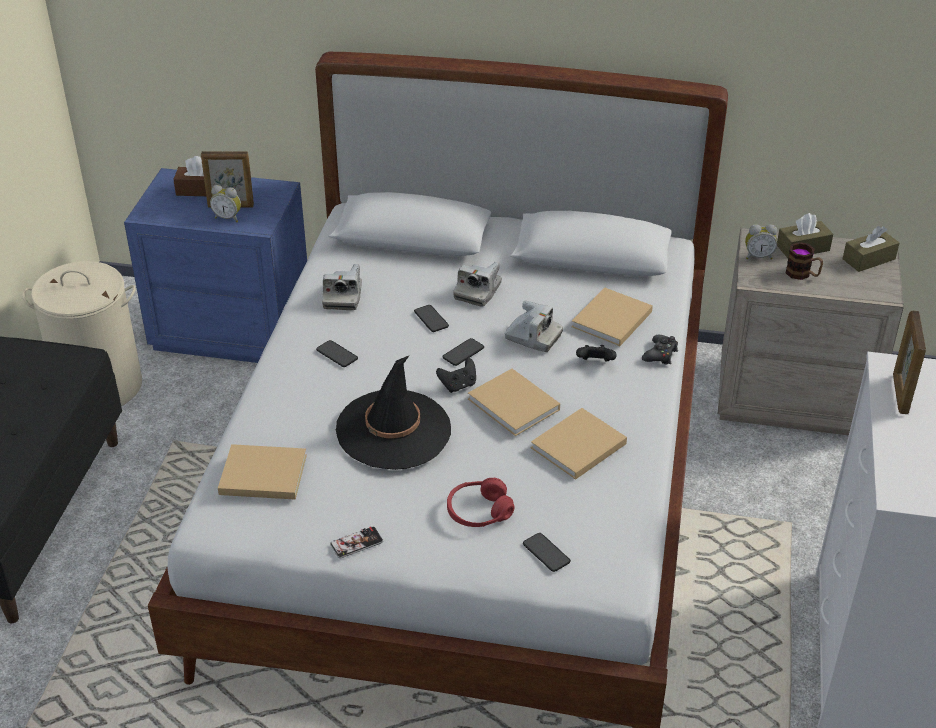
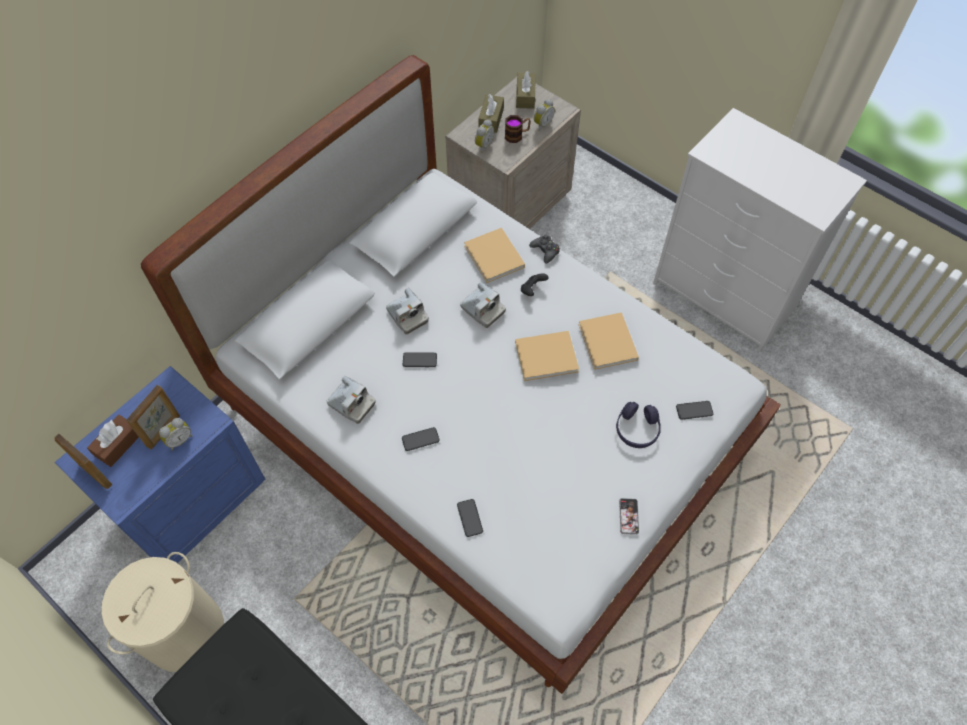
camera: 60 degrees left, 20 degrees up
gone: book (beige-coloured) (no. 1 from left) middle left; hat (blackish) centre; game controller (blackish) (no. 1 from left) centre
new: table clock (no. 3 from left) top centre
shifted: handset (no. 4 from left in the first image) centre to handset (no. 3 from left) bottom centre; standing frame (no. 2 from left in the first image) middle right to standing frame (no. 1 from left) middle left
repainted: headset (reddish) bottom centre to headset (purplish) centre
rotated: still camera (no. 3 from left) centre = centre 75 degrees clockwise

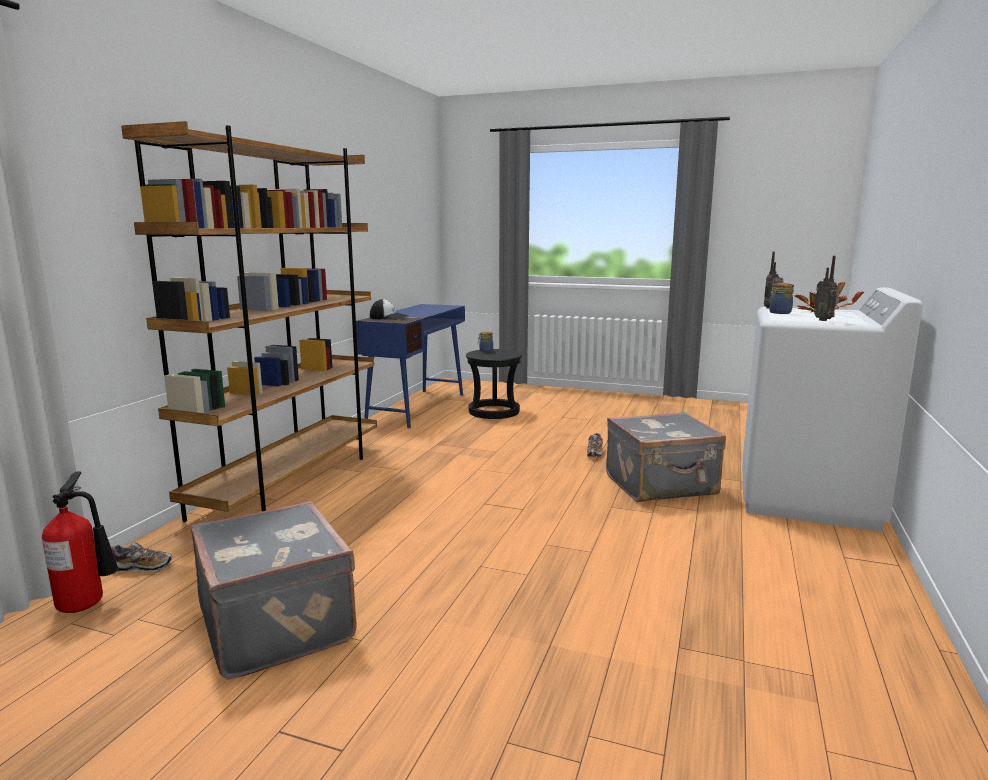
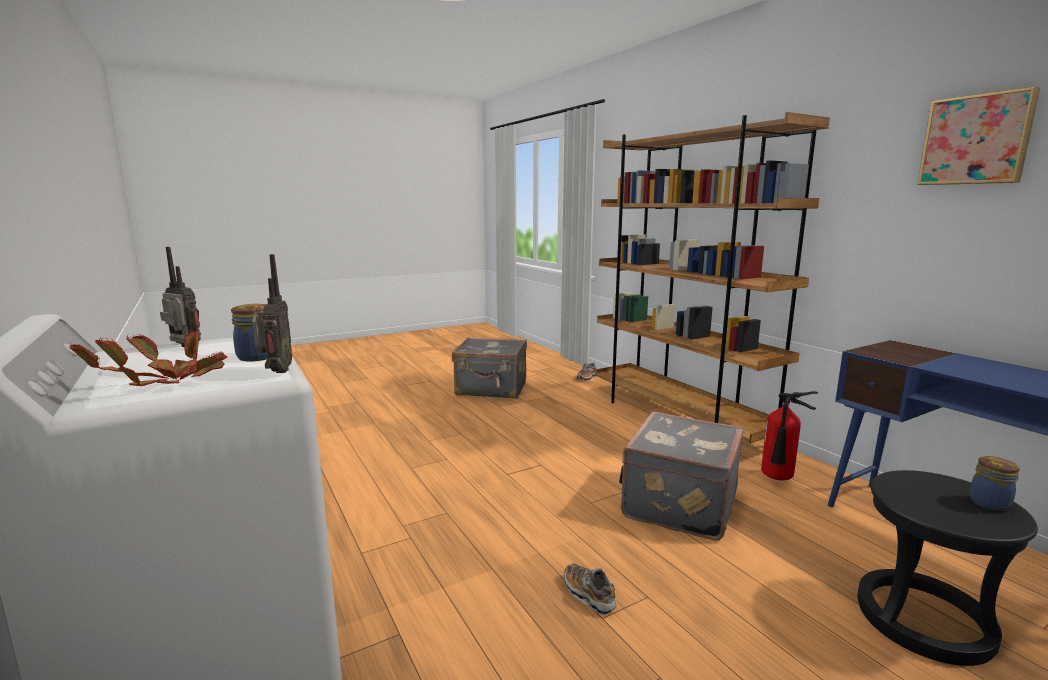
camera: 130 degrees right, 0 degrees up
gone: baseball cap centre
new: wall art top right
shifted: fire extinguisher bottom left to middle right; travel case (gray) (no. 2 from left) middle right to bottom centre

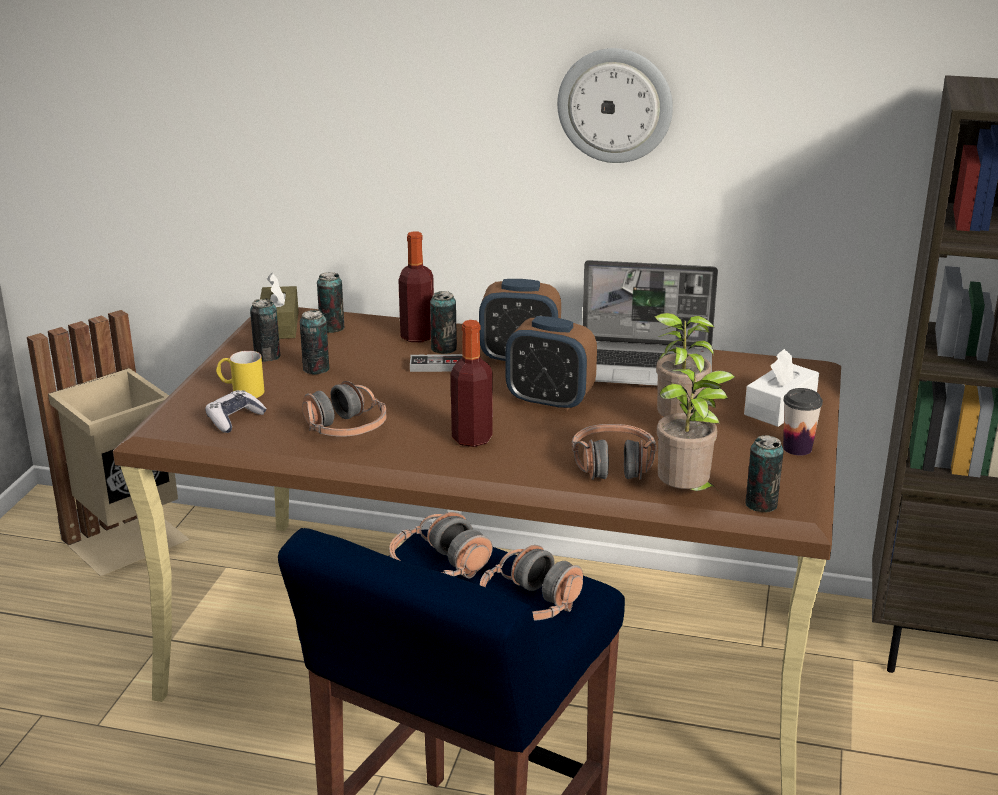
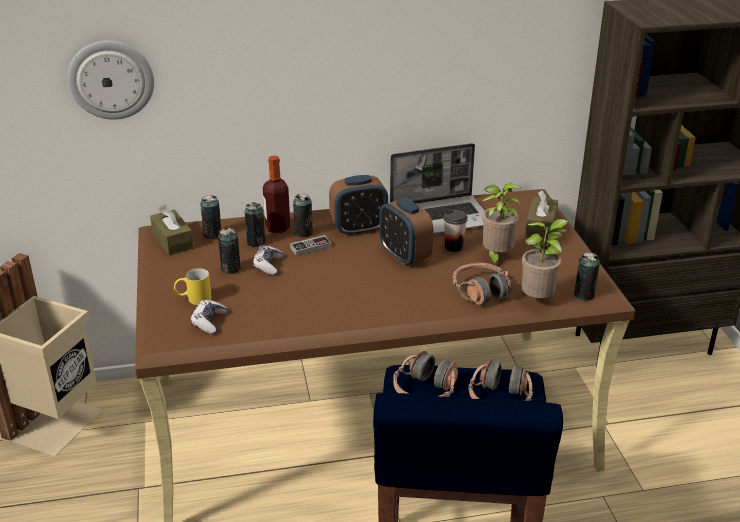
camera: 25 degrees left, 5 degrees up
gone: headset (no. 1 from left) centre; bottle (no. 2 from left) centre
new: game controller (no. 2 from left) centre
shifted: sealed can (no. 1 from left in the first image) middle left to sealed can (no. 3 from left) centre; wall clock top centre to top left; drinking cup middle right to centre
repainted: box of tissues (whitish) middle right to box of tissues (brown) (no. 2 from left) middle right
rotated: table clock (no. 2 from left) centre = centre 60 degrees clockwise

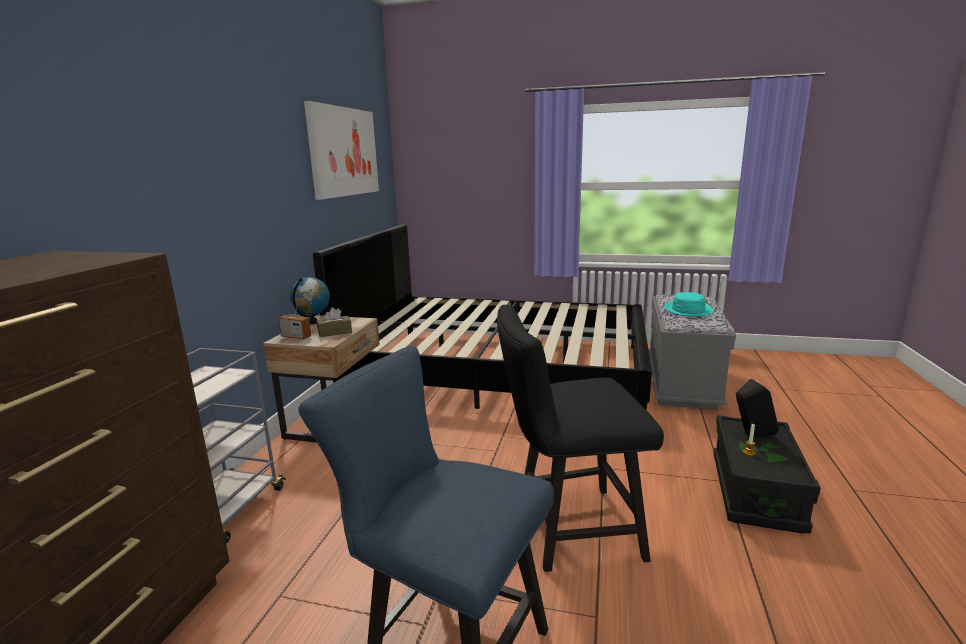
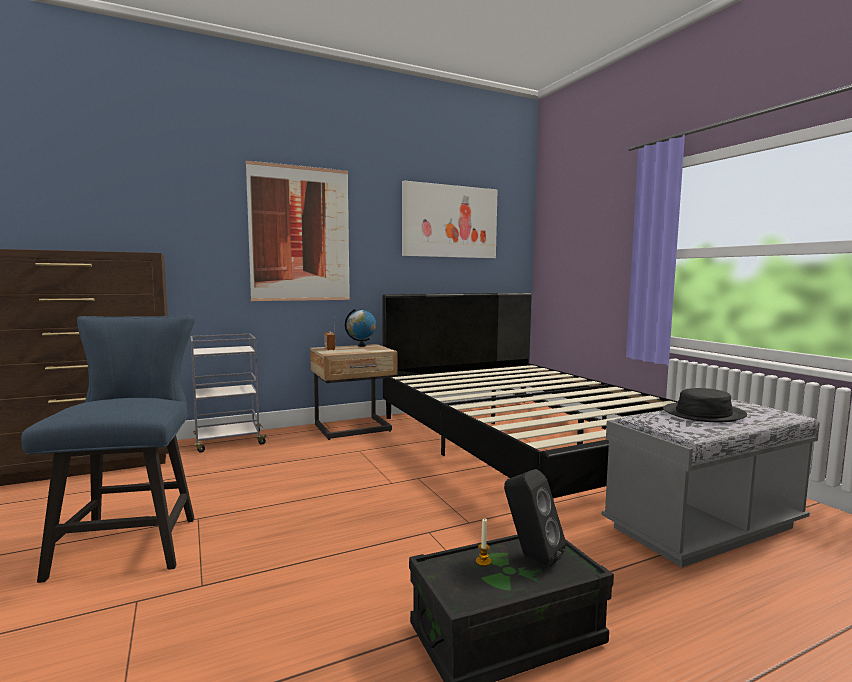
camera: 50 degrees right, 10 degrees down
gone: box of tissues (brown) centre; plain chair (blackish) bottom centre
new: wall art (no. 1 from left) centre
repainted: hat (turquoise) middle right to hat (blackish) middle right

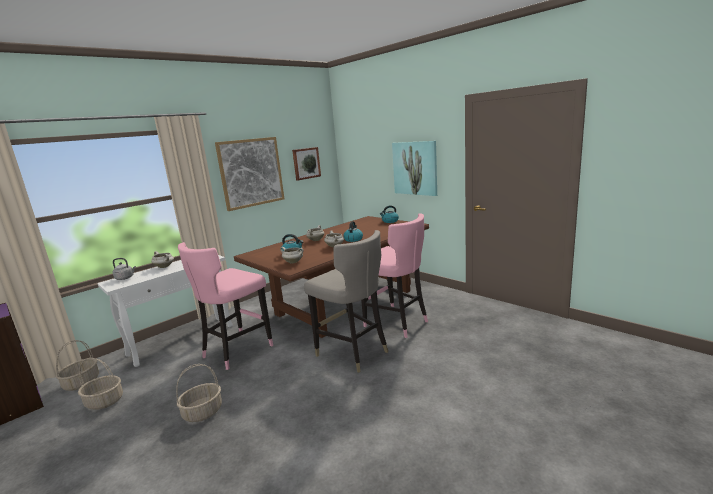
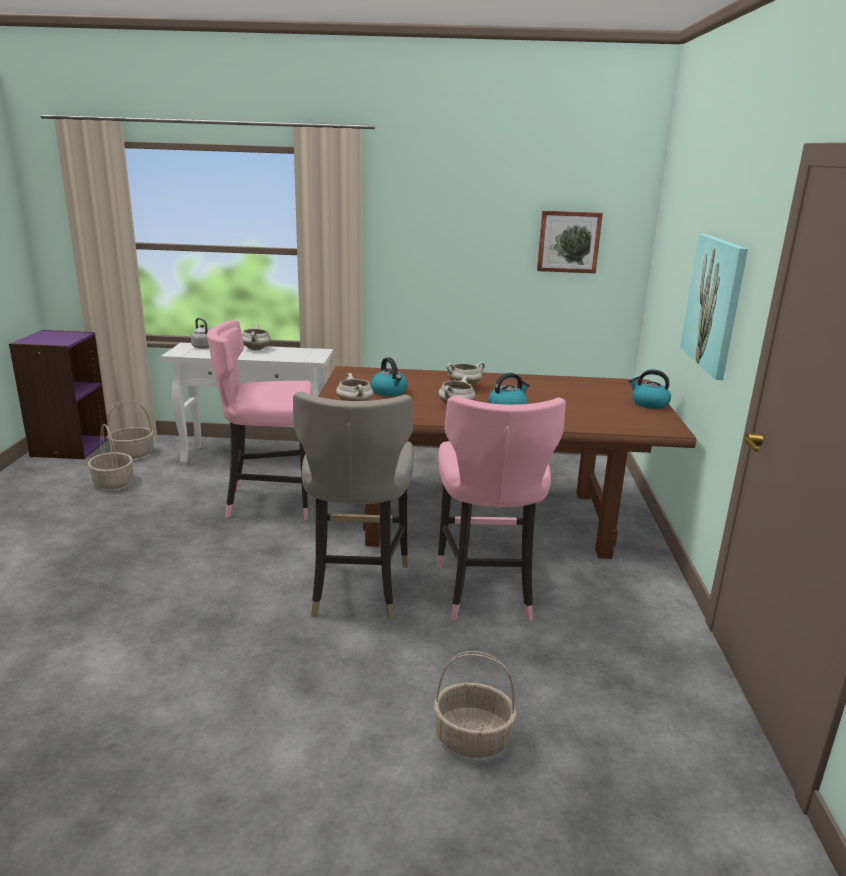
camera: 45 degrees right, 5 degrees up
gone: wall art (no. 1 from left) centre
shifted: basket (no. 3 from left) bottom left to bottom centre

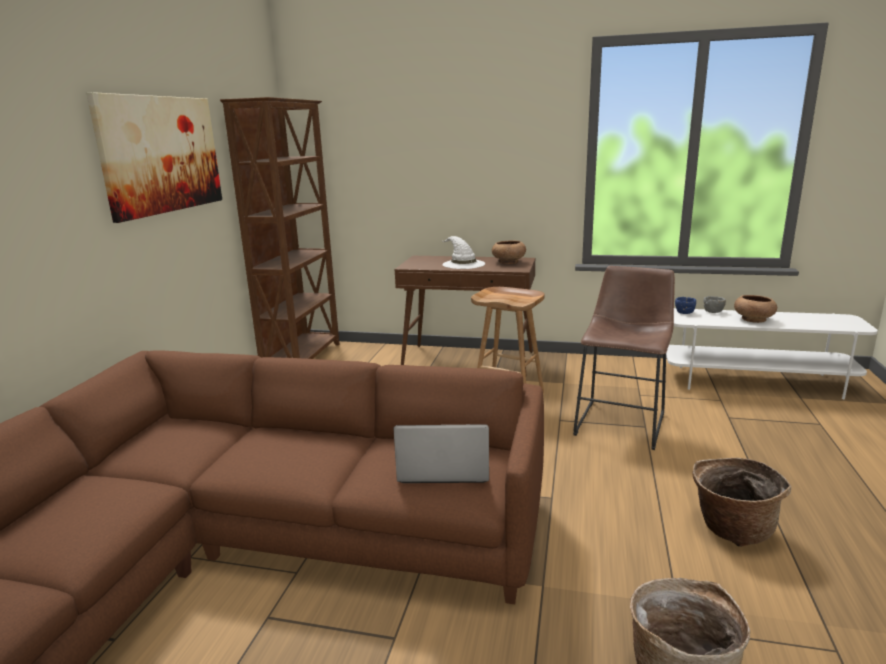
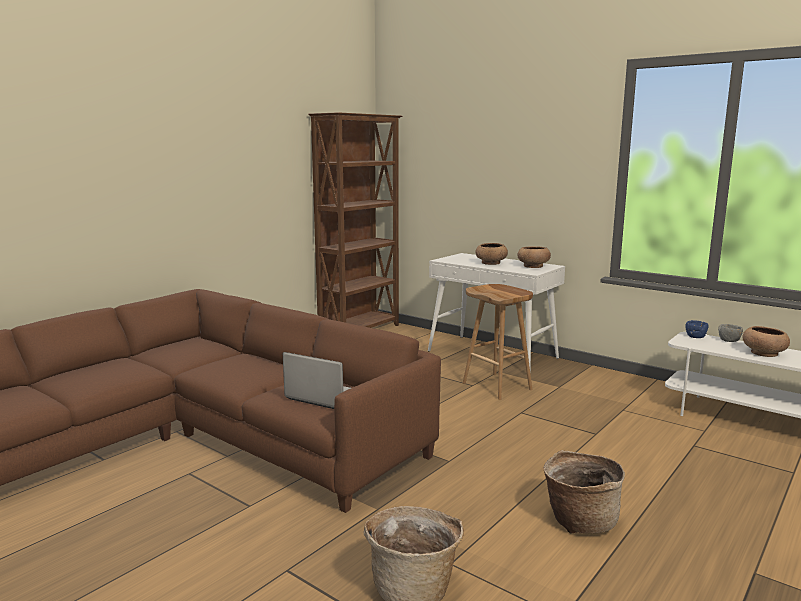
camera: 25 degrees right, 5 degrees down
gone: wall art top left; sitting stool (brown) (no. 2 from left) middle right
swapped: hat (whitish) centre to deep dish (brown) (no. 1 from left) centre
repainted: narrow table (brown) centre to narrow table (whitish) centre

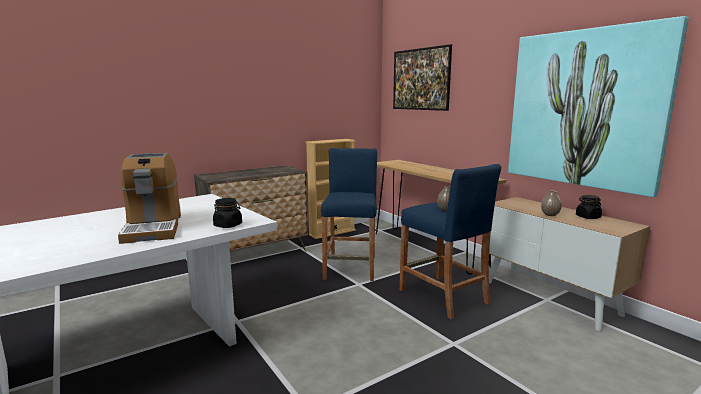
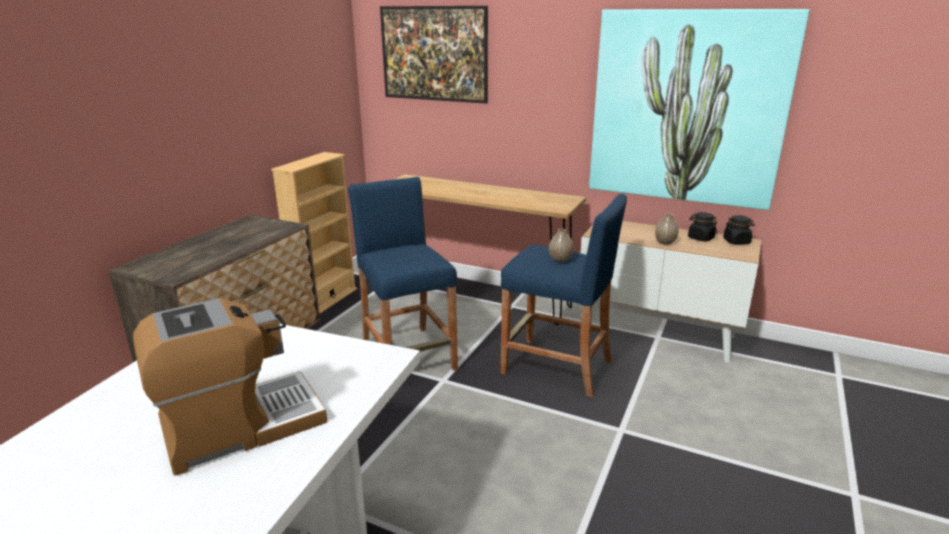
camera: 30 degrees left, 10 degrees up
shifted: preserve jar (blackish) (no. 1 from left in the first image) middle left to preserve jar (blackish) (no. 2 from left) middle right
rotated: coffee maker middle left = bottom left 75 degrees counterclockwise

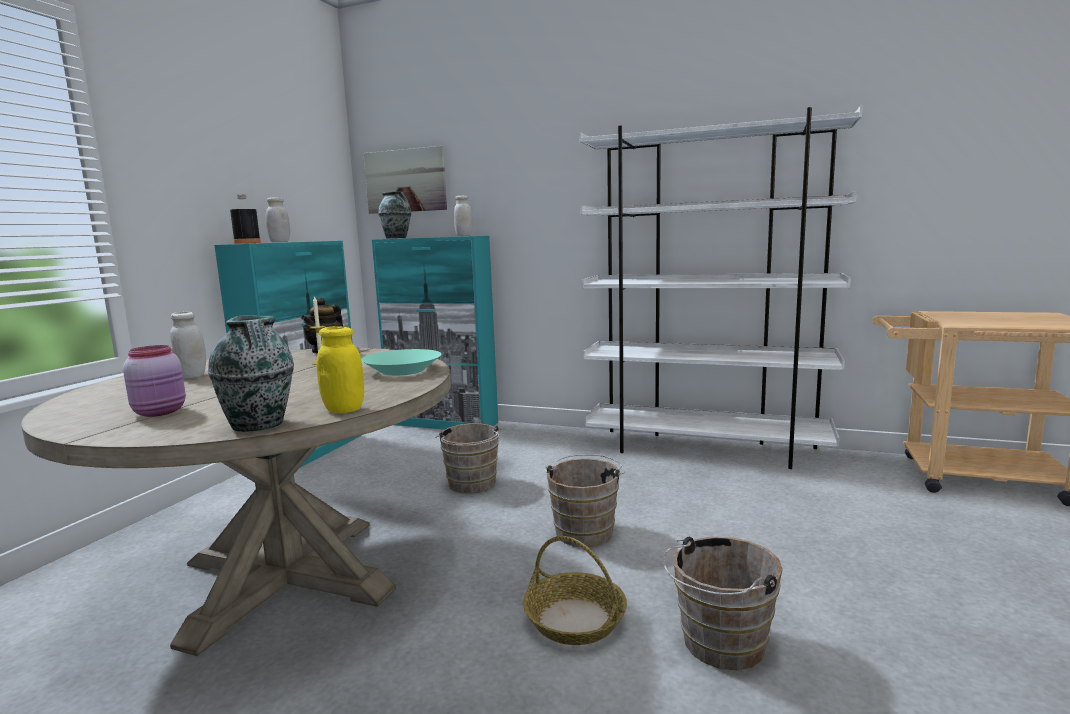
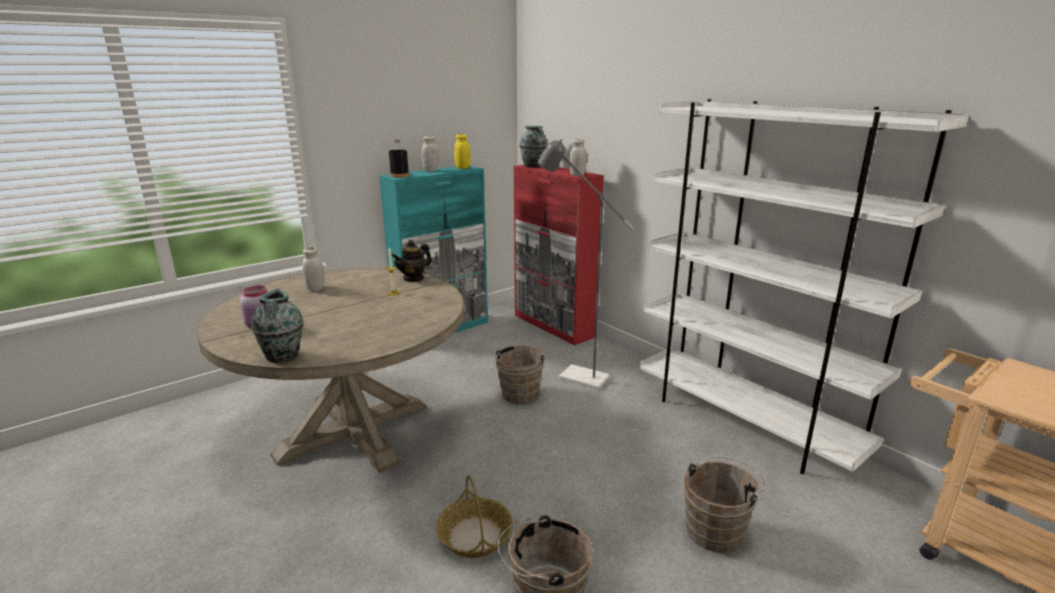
camera: 30 degrees right, 10 degrees up
gone: deep dish (turquoise) centre; wall art top centre
new: standing lamp (gray) centre
shifted: preserve jar (yellowish) middle left to top centre; bucket (brown) (no. 2 from left in the first image) bottom centre to bucket (brown) (no. 3 from left) bottom right
repainted: cabinet (turquoise) (no. 2 from left) centre to cabinet (reddish) centre

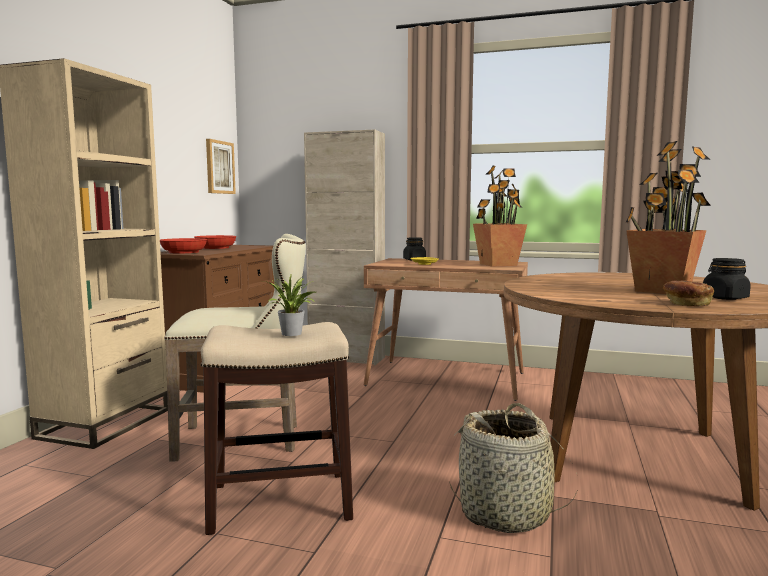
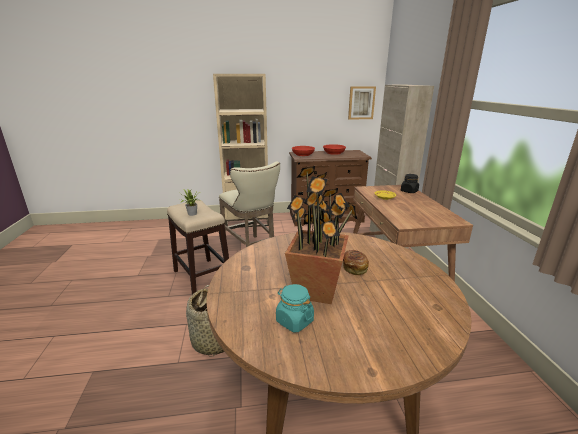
camera: 65 degrees right, 15 degrees up
gone: houseplant (no. 2 from left) centre
shifted: baked bread middle right to centre
repainted: preserve jar (blackish) (no. 2 from left) middle right to preserve jar (turquoise) bottom centre

